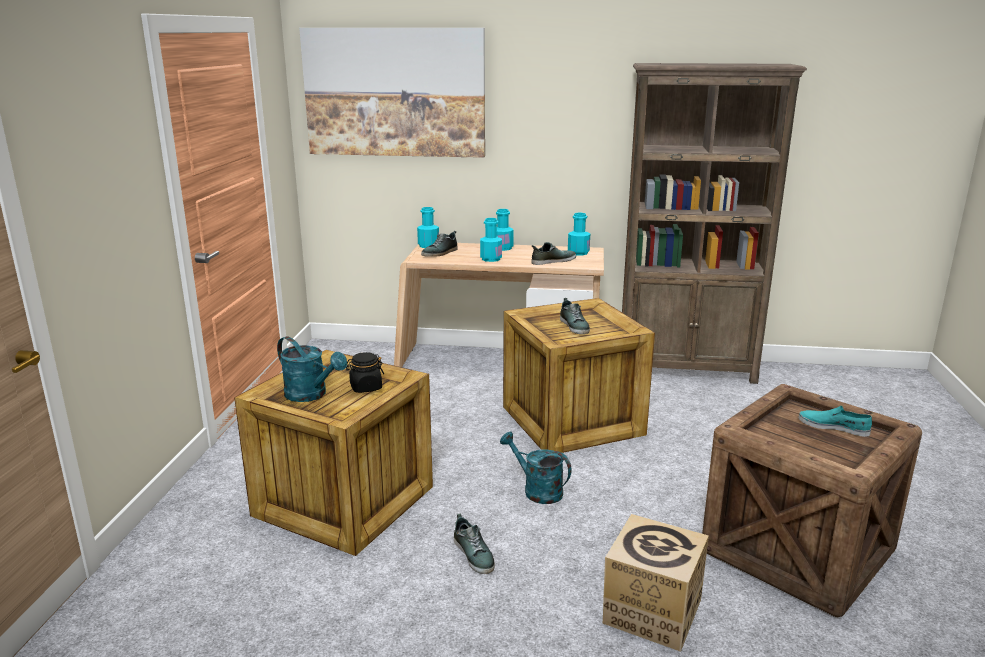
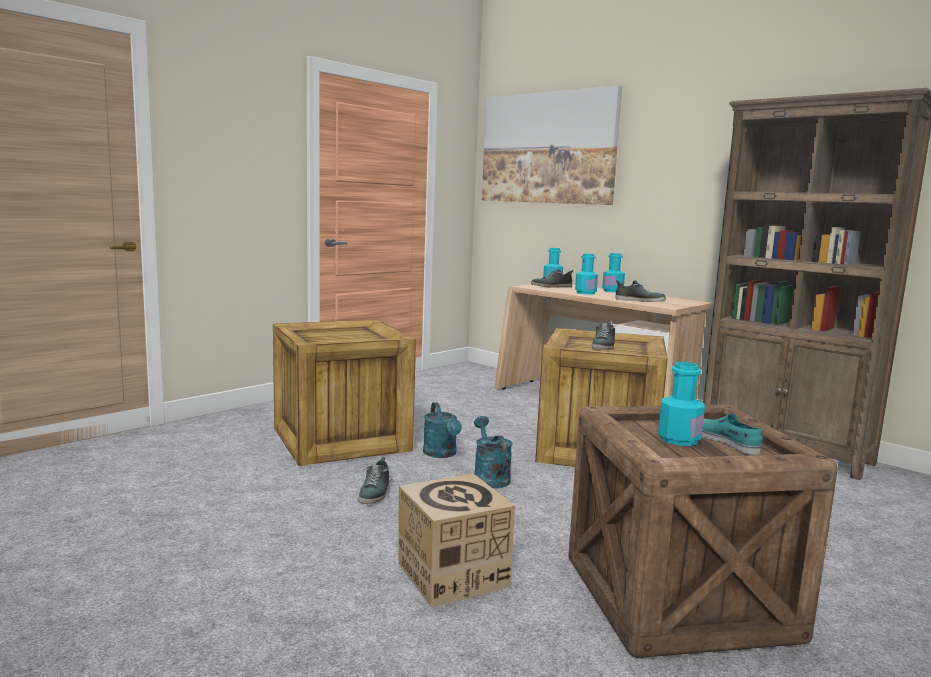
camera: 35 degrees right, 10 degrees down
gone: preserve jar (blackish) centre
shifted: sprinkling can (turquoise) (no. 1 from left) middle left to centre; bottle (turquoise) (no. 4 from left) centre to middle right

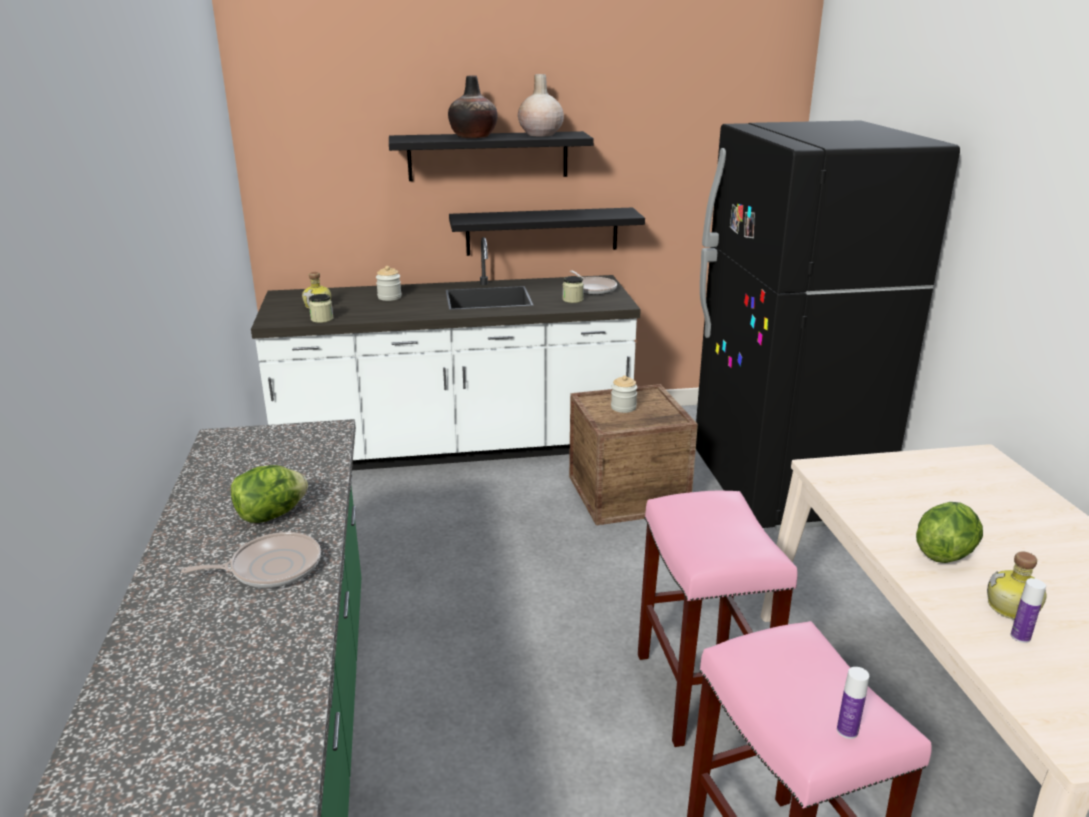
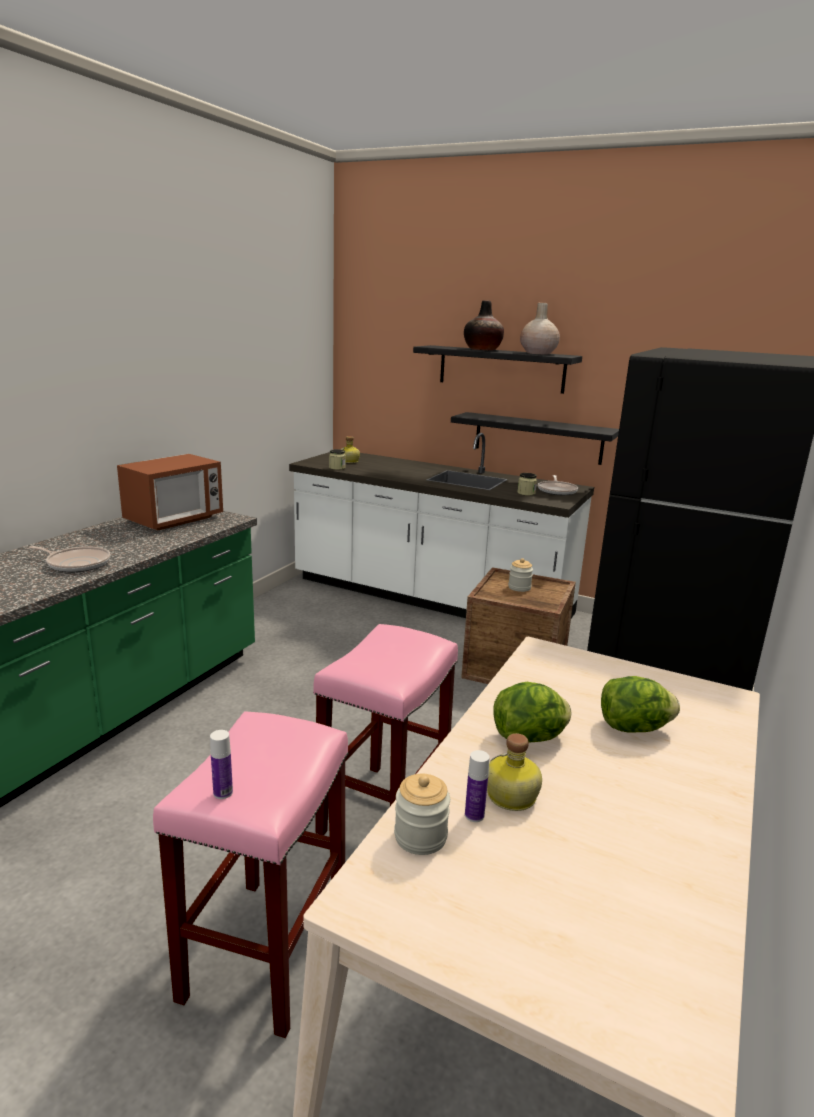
camera: 35 degrees right, 5 degrees down
new: kitchen microwave middle left
shifted: lettuce (no. 1 from left in the first image) middle left to lettuce (no. 2 from left) middle right; preserve jar (no. 2 from left) centre to bottom centre

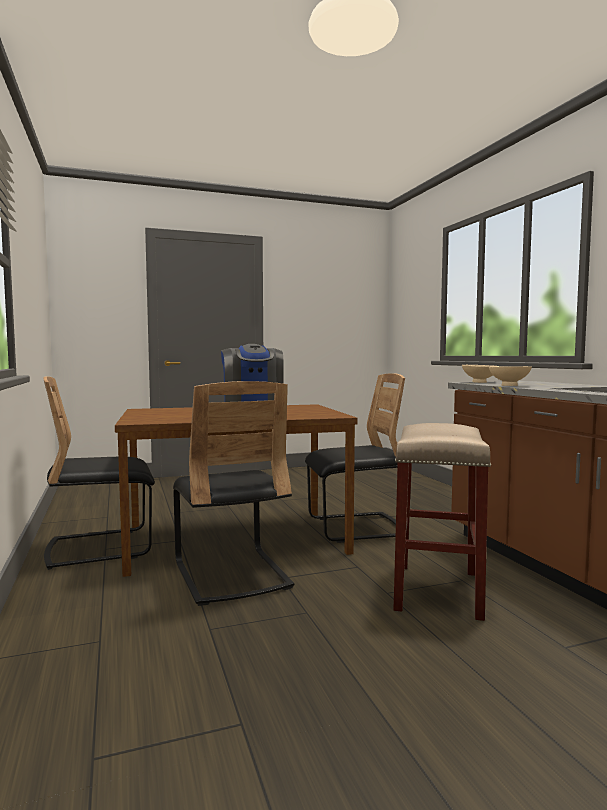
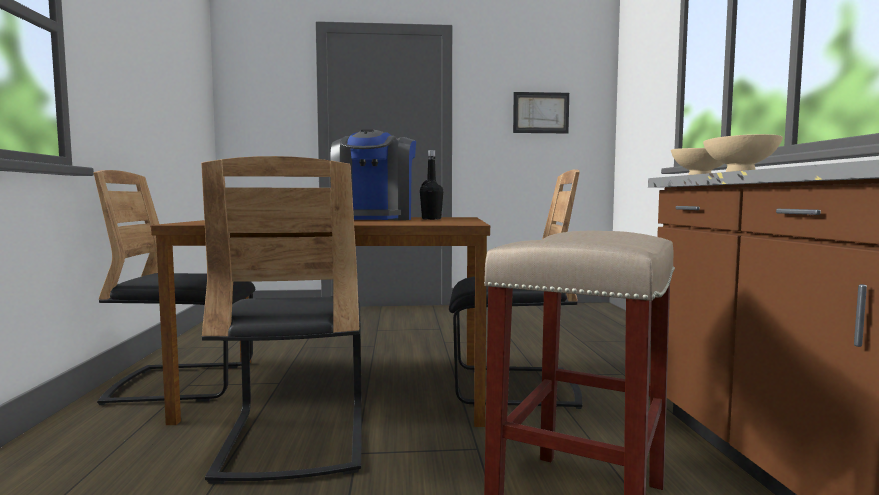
camera: 15 degrees right, 0 degrees up
new: bottle (blackish) centre; wall art top centre

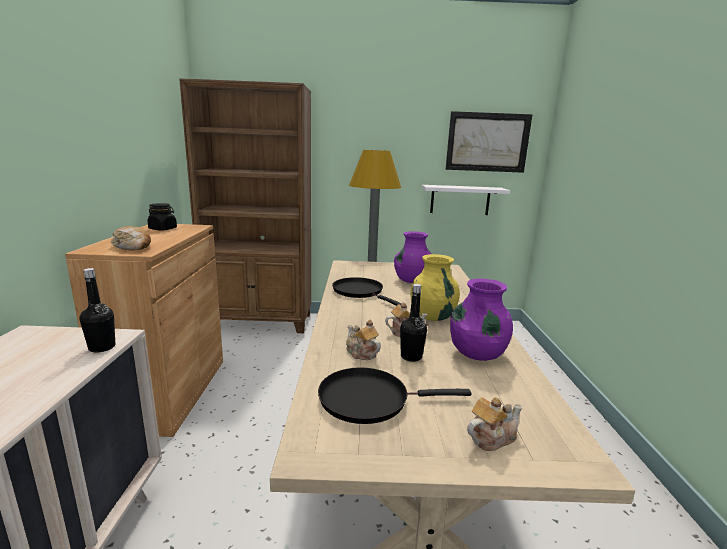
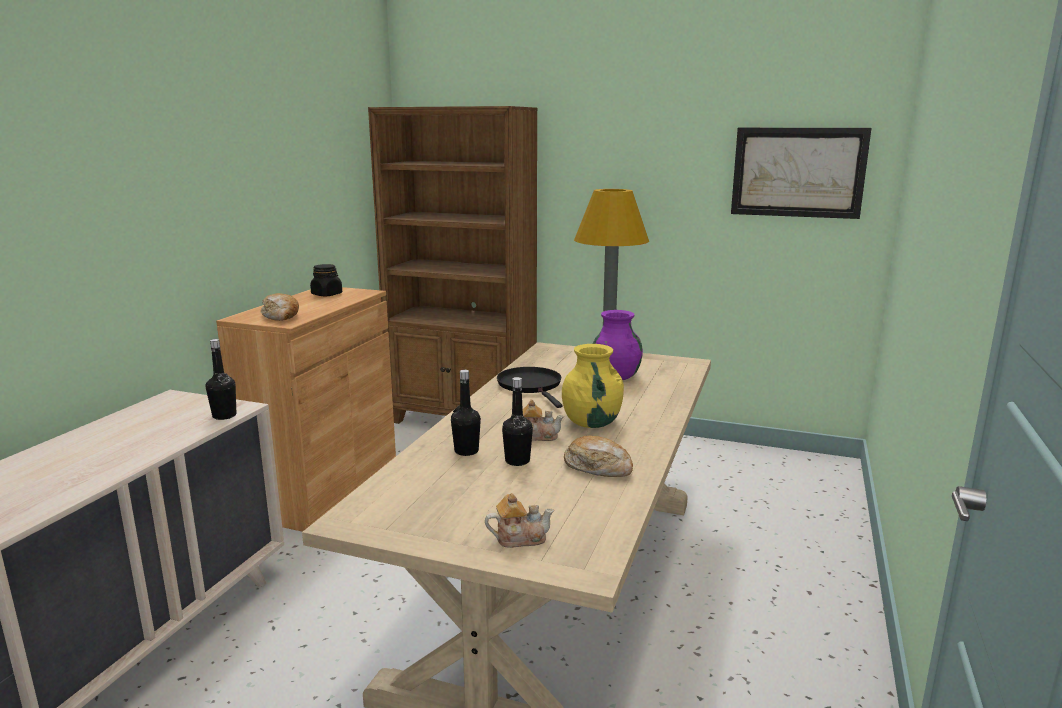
camera: 20 degrees right, 0 degrees up
gone: pan (blackish) (no. 2 from left) bottom centre; wall shelf (whitish) centre
swapped: pot for tea (no. 1 from left) centre to bottle (blackish) (no. 2 from left) centre; flower vase (purplish) (no. 2 from left) centre to baked bread (no. 2 from left) centre

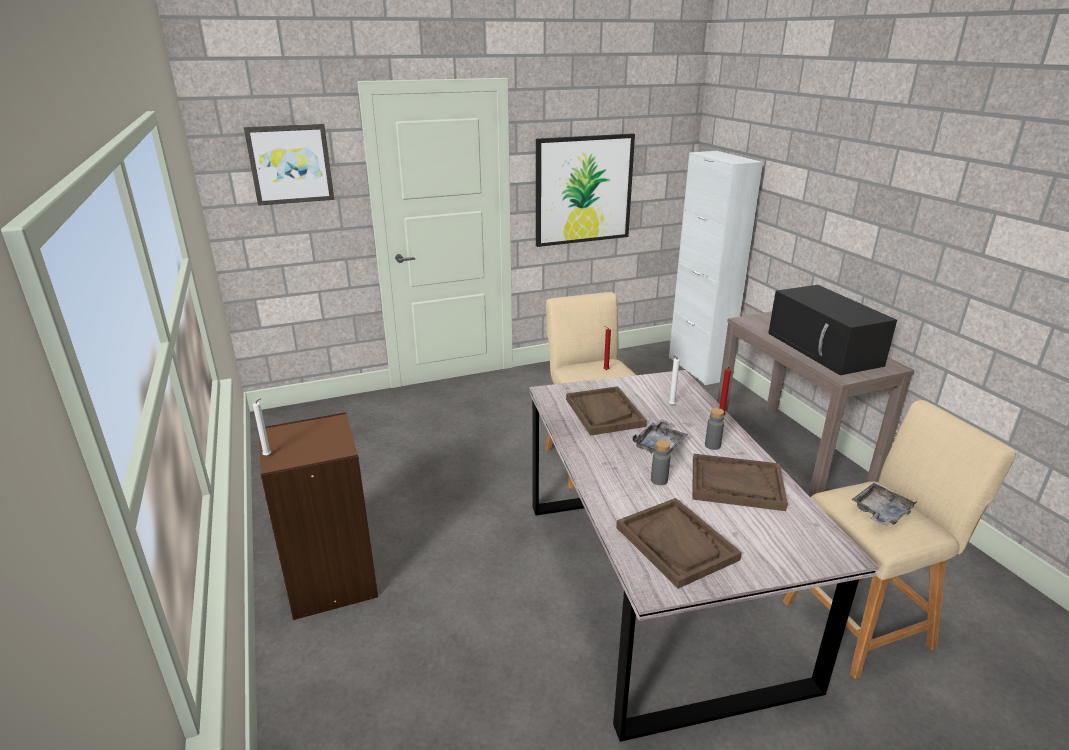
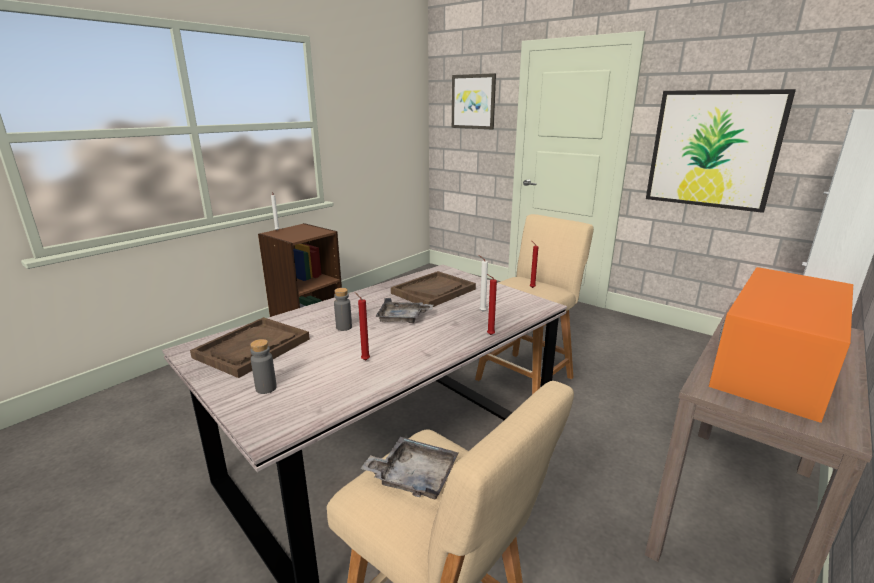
camera: 60 degrees right, 5 degrees down
shifted: bottle (gray) (no. 2 from left in the first image) middle right to bottle (gray) (no. 1 from left) middle left
swapped: carrying tray (brown) (no. 3 from left) middle right to candle (reddish) (no. 1 from left) centre
repainted: kitchen microwave (blackish) middle right to kitchen microwave (orange-coloured) middle right

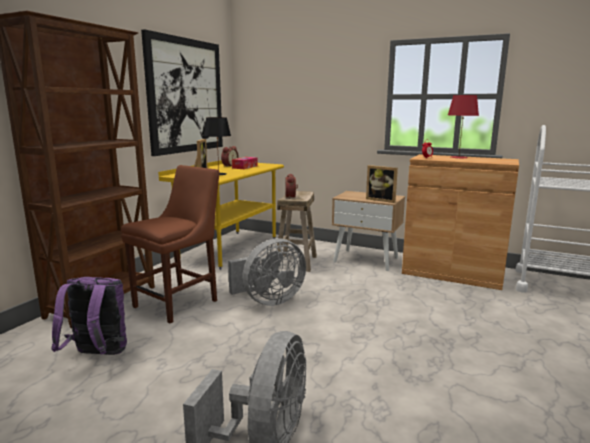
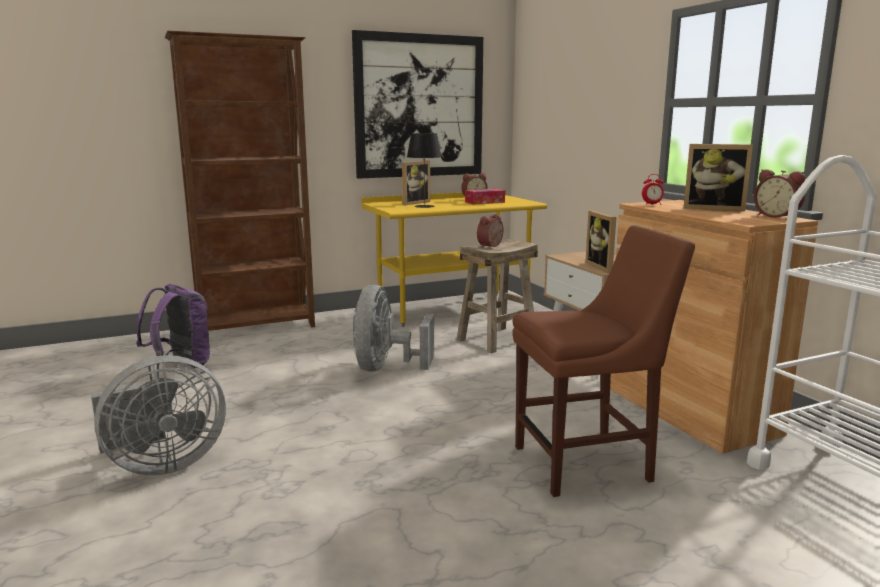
camera: 40 degrees right, 0 degrees up
new: table clock (no. 4 from left) top right
shifted: plain chair (brown) middle left to middle right
swapped: table lamp (reddish) top right to standing frame (no. 3 from left) top right
rotated: cooling fan (gray) (no. 2 from left) centre = centre 90 degrees clockwise

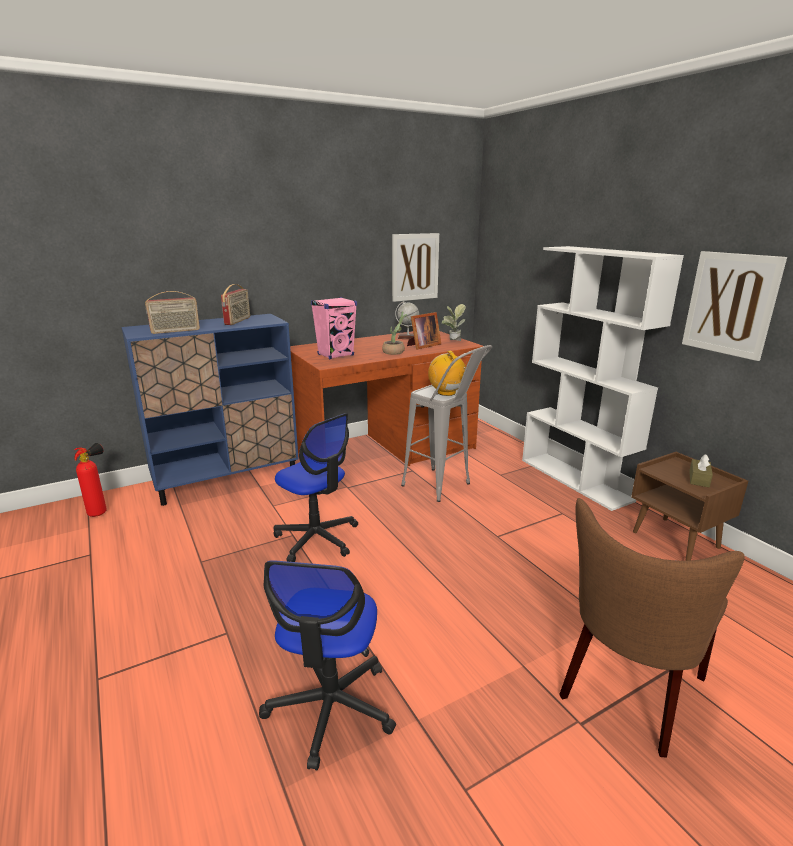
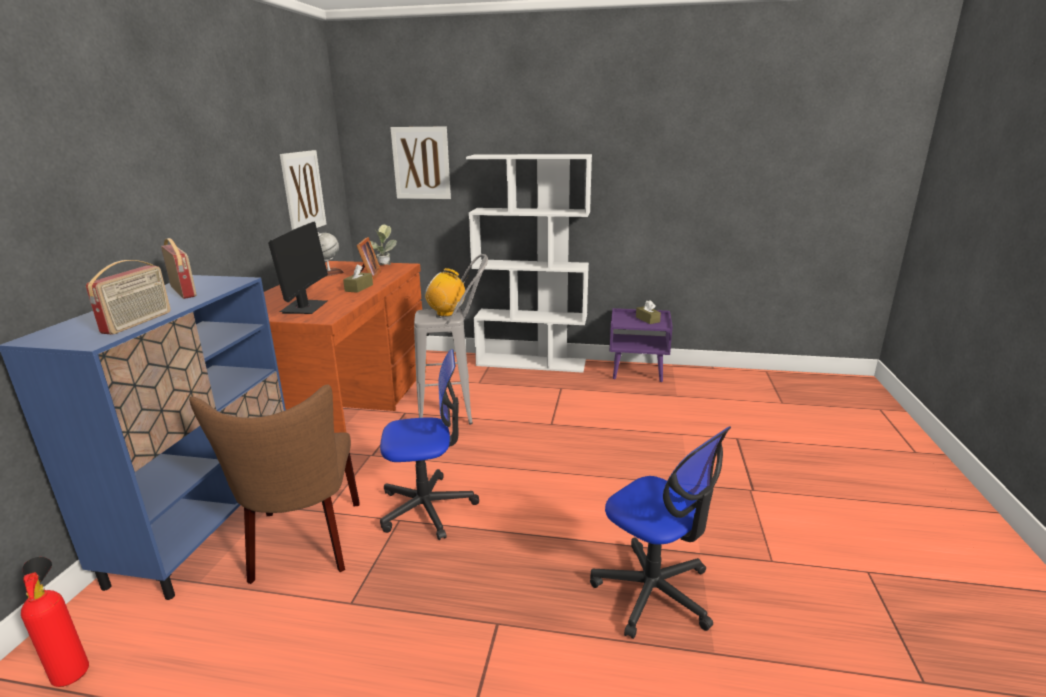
camera: 50 degrees left, 0 degrees up
shifted: plain chair (brown) bottom right to bottom left; wall art (no. 2 from left) middle right to top centre
swapped: audio speaker (pink) centre to computer screen middle left; houseplant (no. 1 from left) centre to box of tissues (brown) (no. 1 from left) centre
repainted: bedside table (brown) middle right to bedside table (purplish) centre

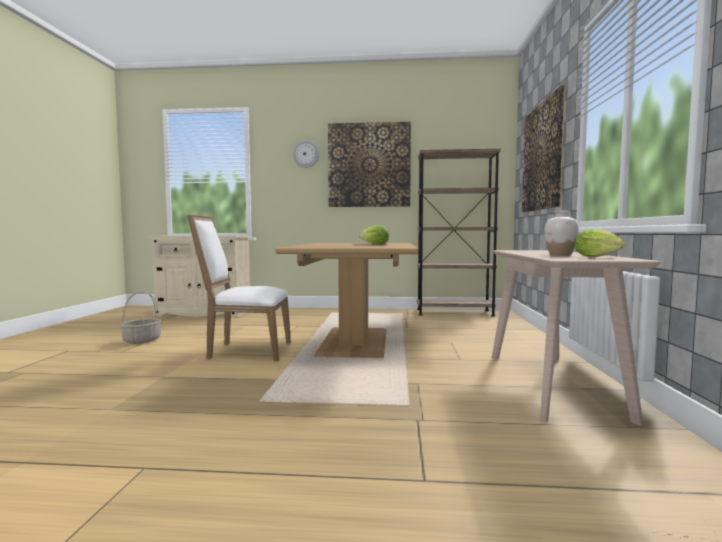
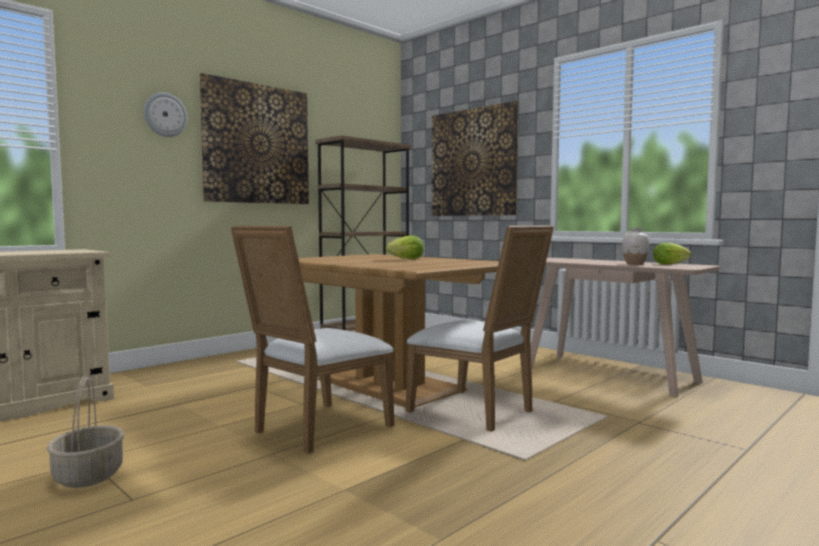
camera: 50 degrees left, 0 degrees up
new: plain chair (whitish) (no. 2 from left) centre

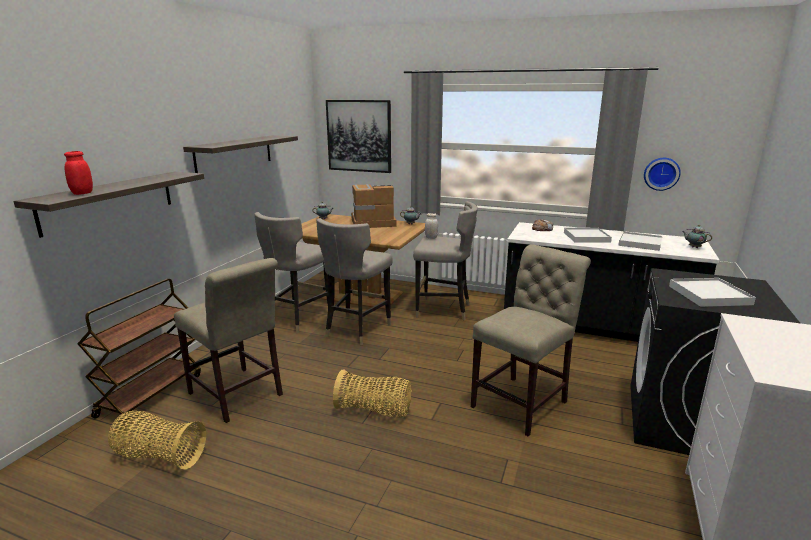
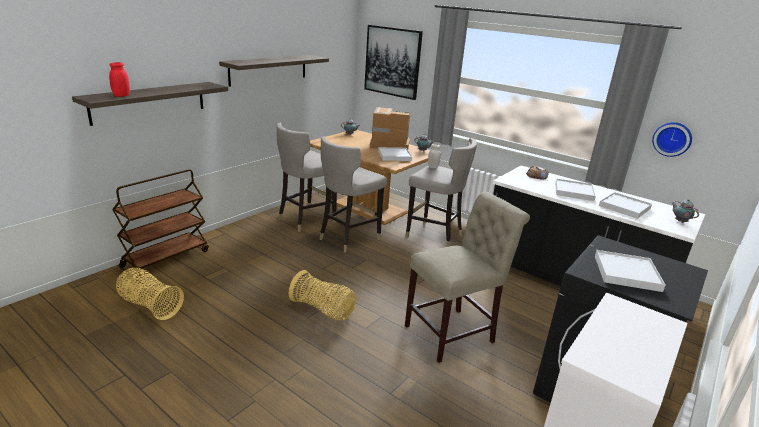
camera: 15 degrees right, 5 degrees up
gone: plain chair (beige-coloured) (no. 1 from left) middle left
new: carrying tray (whitish) (no. 1 from left) centre

